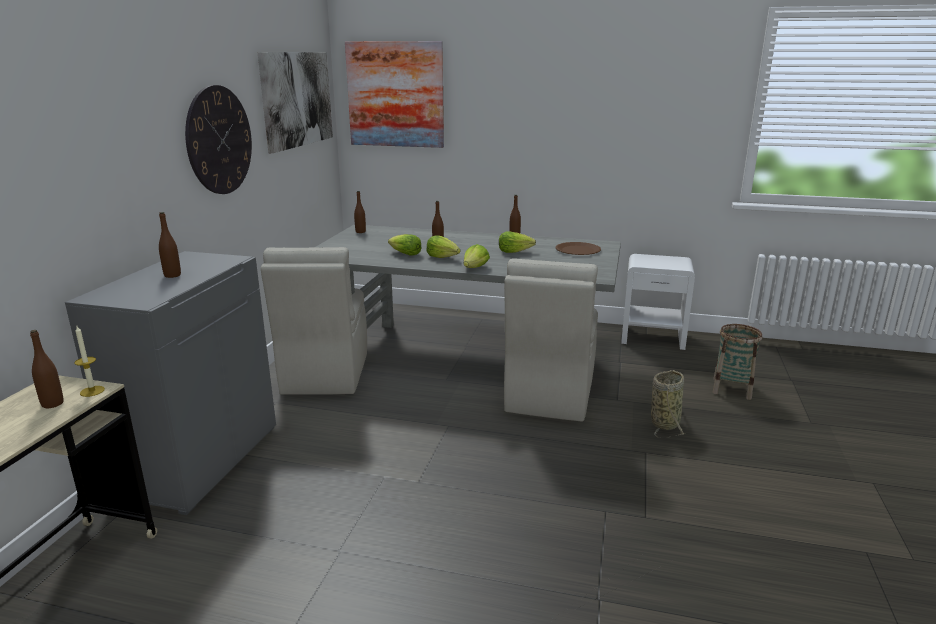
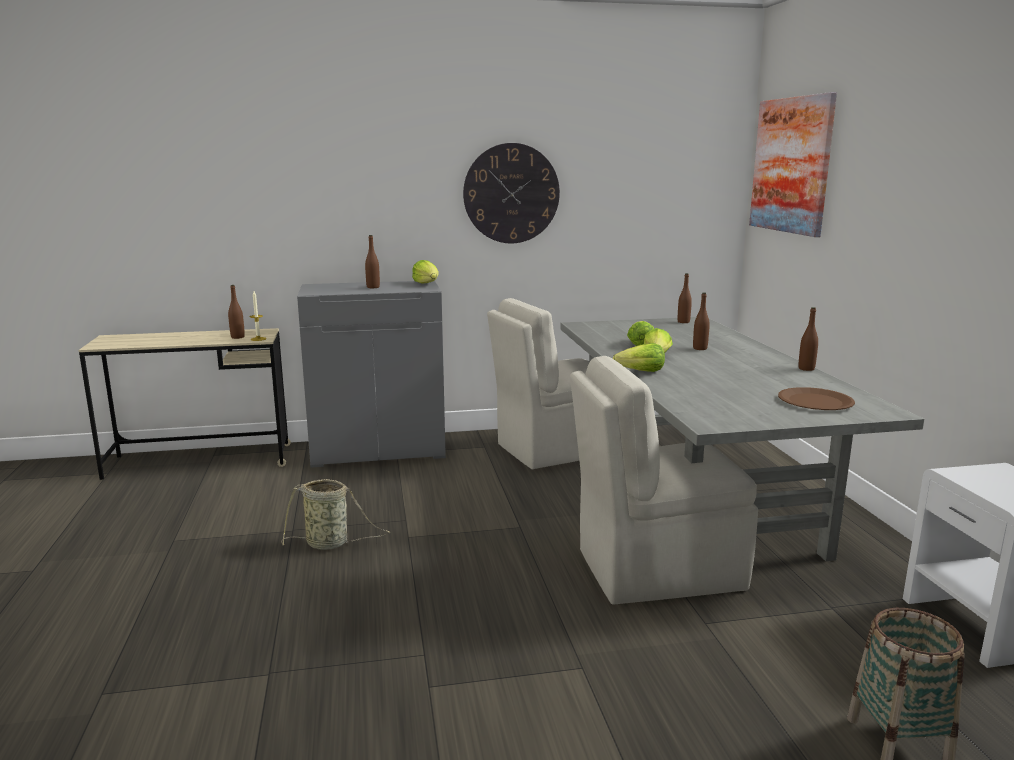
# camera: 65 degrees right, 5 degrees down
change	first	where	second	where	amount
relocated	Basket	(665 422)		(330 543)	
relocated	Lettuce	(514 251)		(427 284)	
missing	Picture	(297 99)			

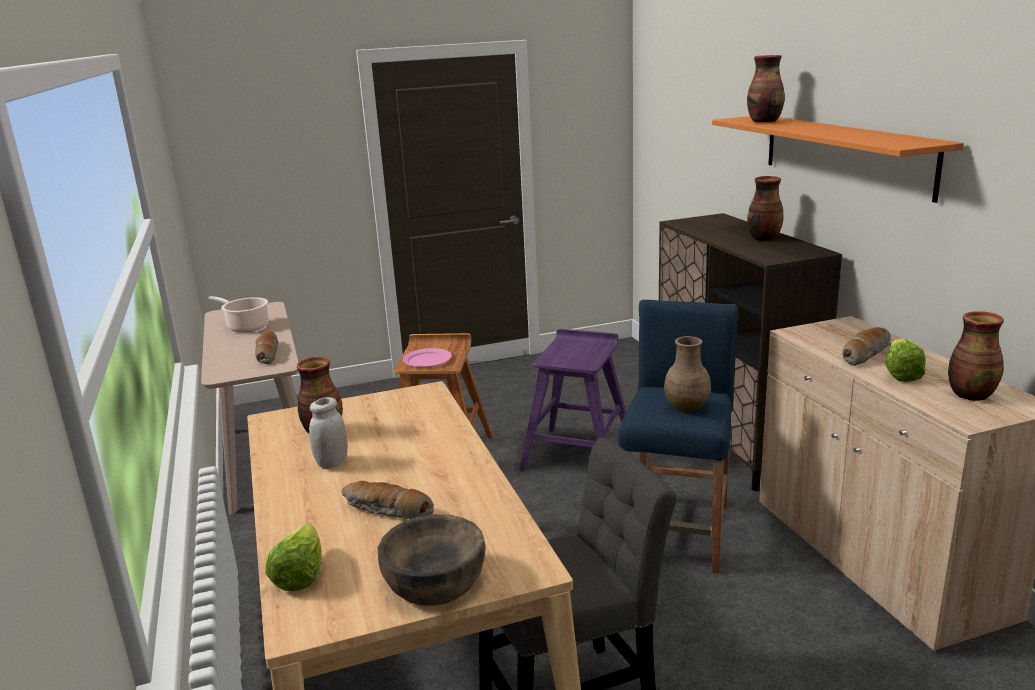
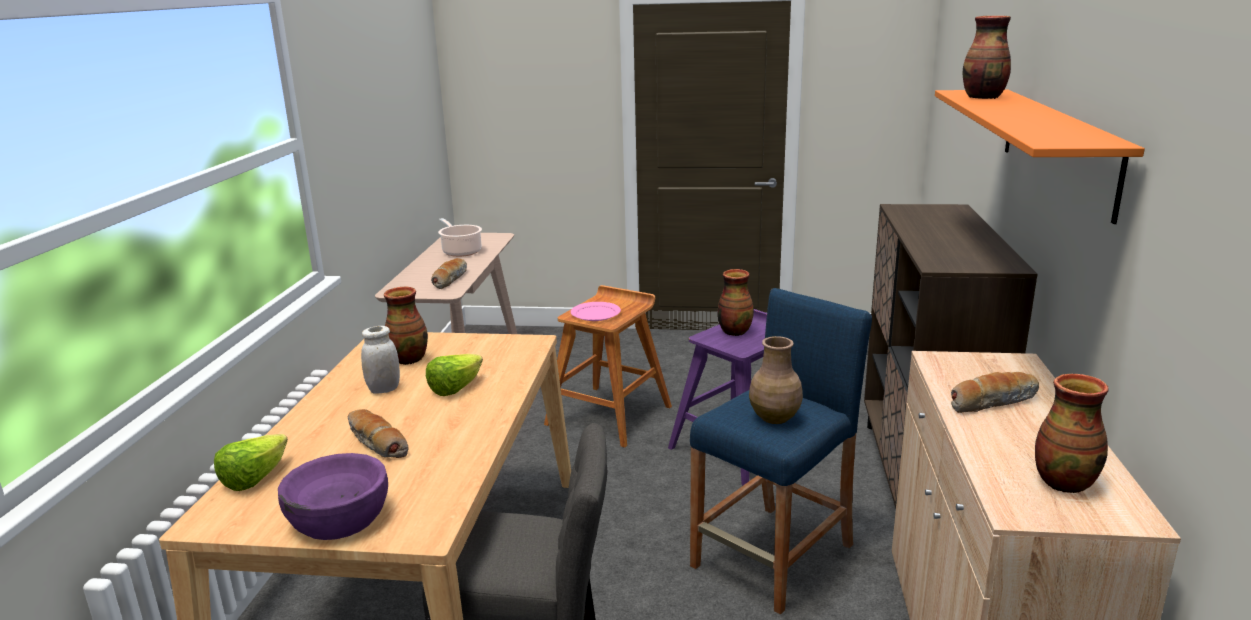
# camera: 25 degrees right, 0 degrees up
change	first	where	second	where	amount
colour	BrownBowl	(435 581)	PurpleBowl	(339 518)	
relocated	Lettuce	(900 374)		(455 388)	
relocated	Vase	(763 238)		(734 331)	

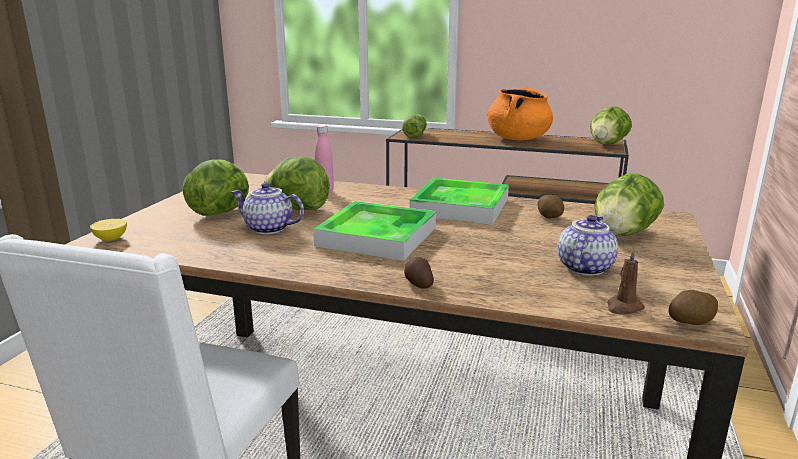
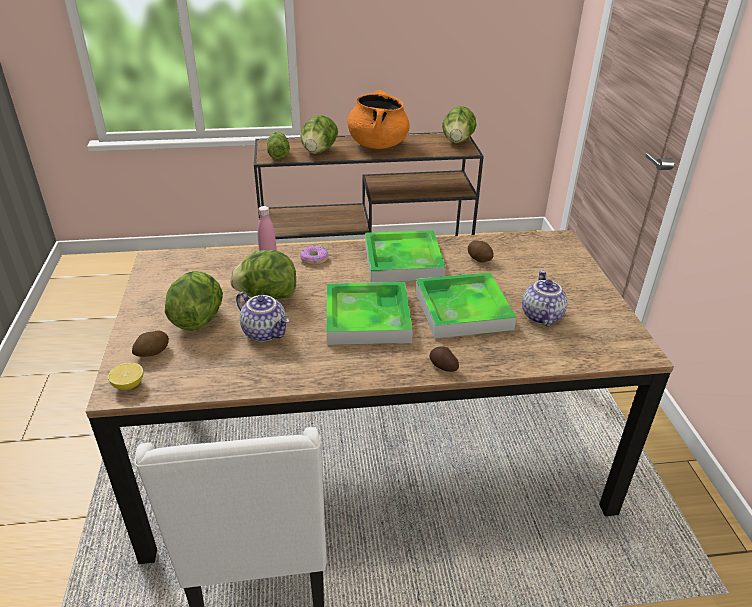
# camera: 25 degrees left, 15 degrees up
change	first	where	second	where	amount
relocated	Potato	(690 322)		(152 353)	
spun	Teapot	(268 229)		(266 332)	135 degrees counterclockwise
relocated	Lettuce	(623 234)		(319 151)	
appeared			Donut	(314 259)	
appeared			Tray	(463 310)	
missing	BrownCandle	(623 307)			

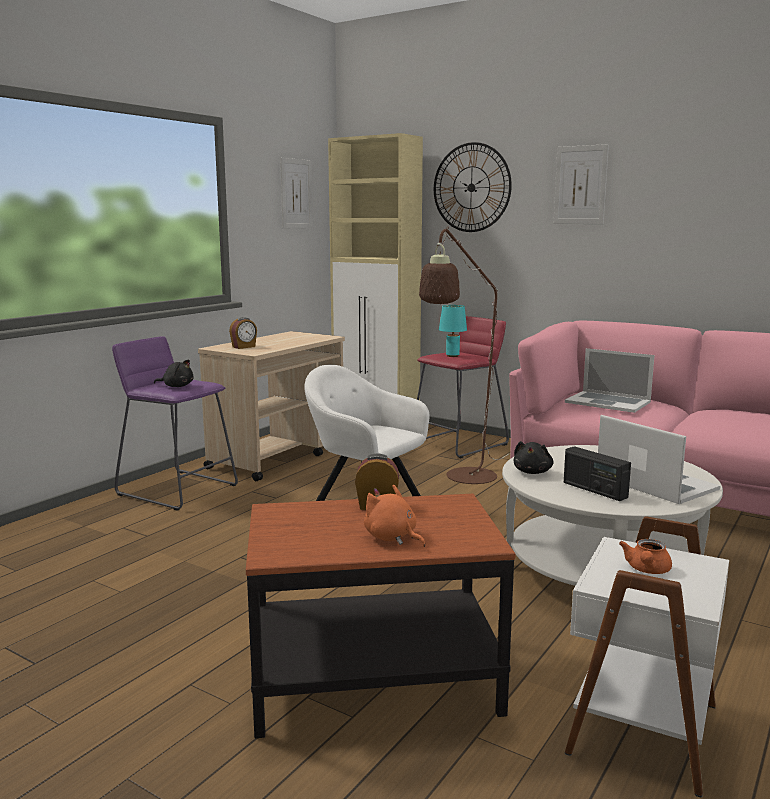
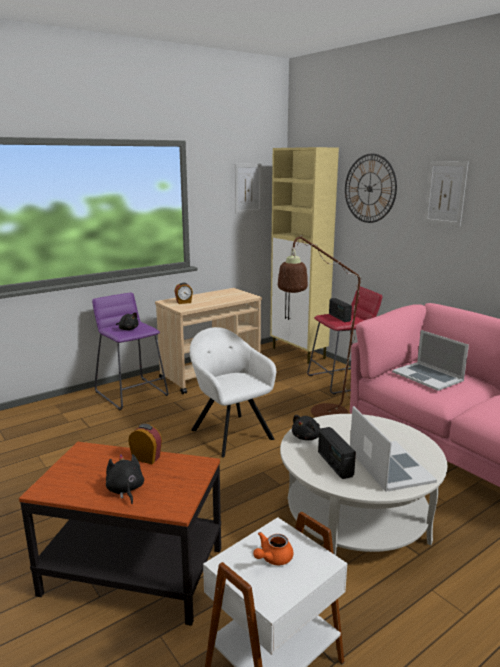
# camera: 20 degrees right, 5 degrees up
change	first	where	second	where	amount
colour	OrangePlushToy	(392 538)	BlackPlushToy	(125 490)	
exchanged	TurquoiseTableLamp	(452 356)	Radio	(339 317)	

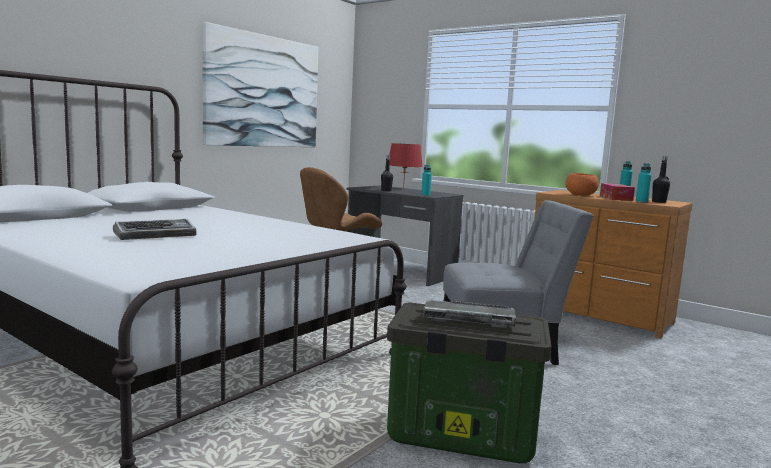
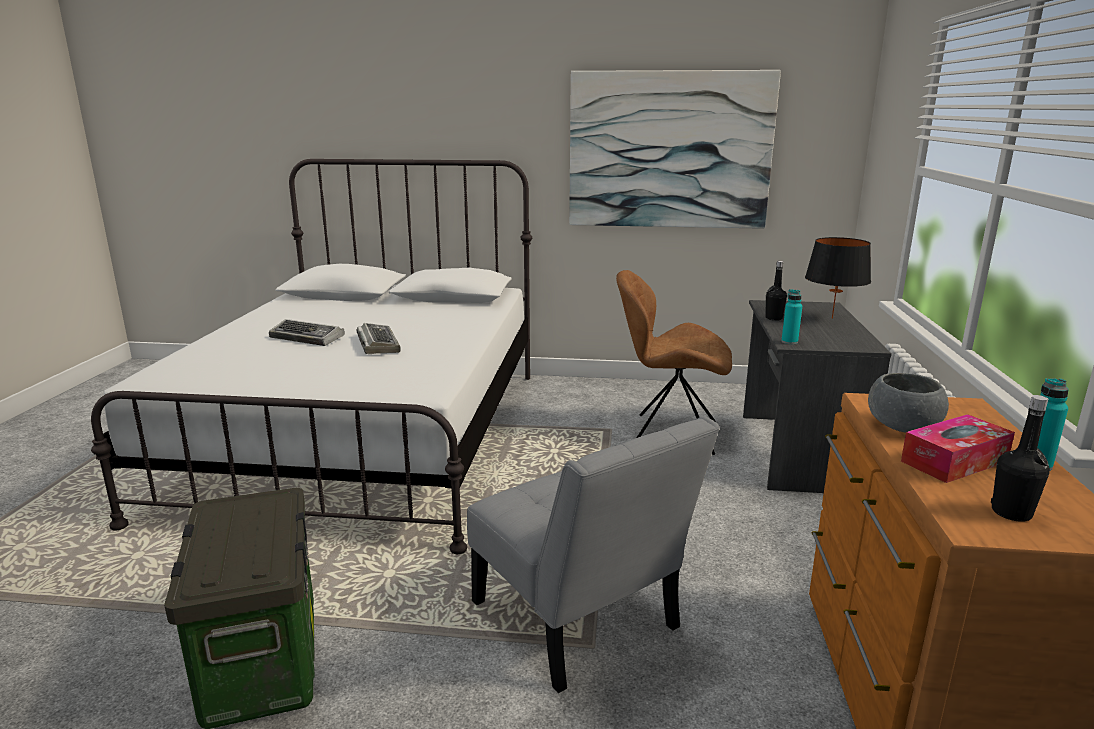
# camera: 60 degrees right, 10 degrees up
change	first	where	second	where	amount
relocated	Keyboard	(467 319)		(377 344)	
colour	RedTableLamp	(403 189)	BlackTableLamp	(832 318)	
colour	OrangeBowl	(580 195)	GreyBowl	(902 427)	
missing	TurquoiseBottle	(641 202)			

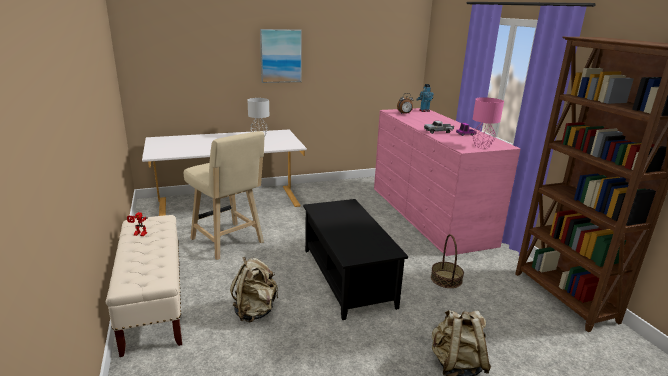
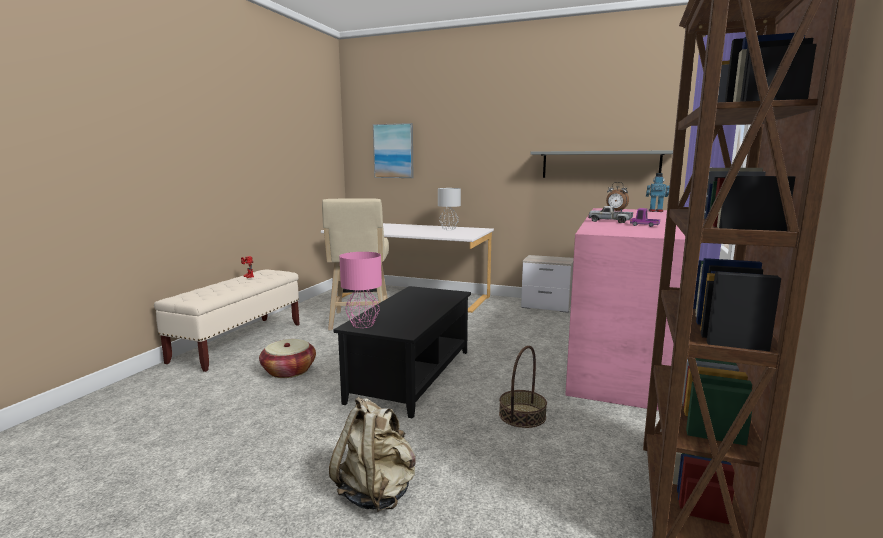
# camera: 40 degrees right, 10 degrees down
change	first	where	second	where	amount
exchanged	BeigeBackpack	(255 311)	Basket	(289 371)	
relocated	PinkTableLamp	(481 146)		(363 324)	
relocated	Picture	(281 56)		(393 151)	
appeared			Nightstand	(547 306)	
appeared			GreyShelf	(600 165)	

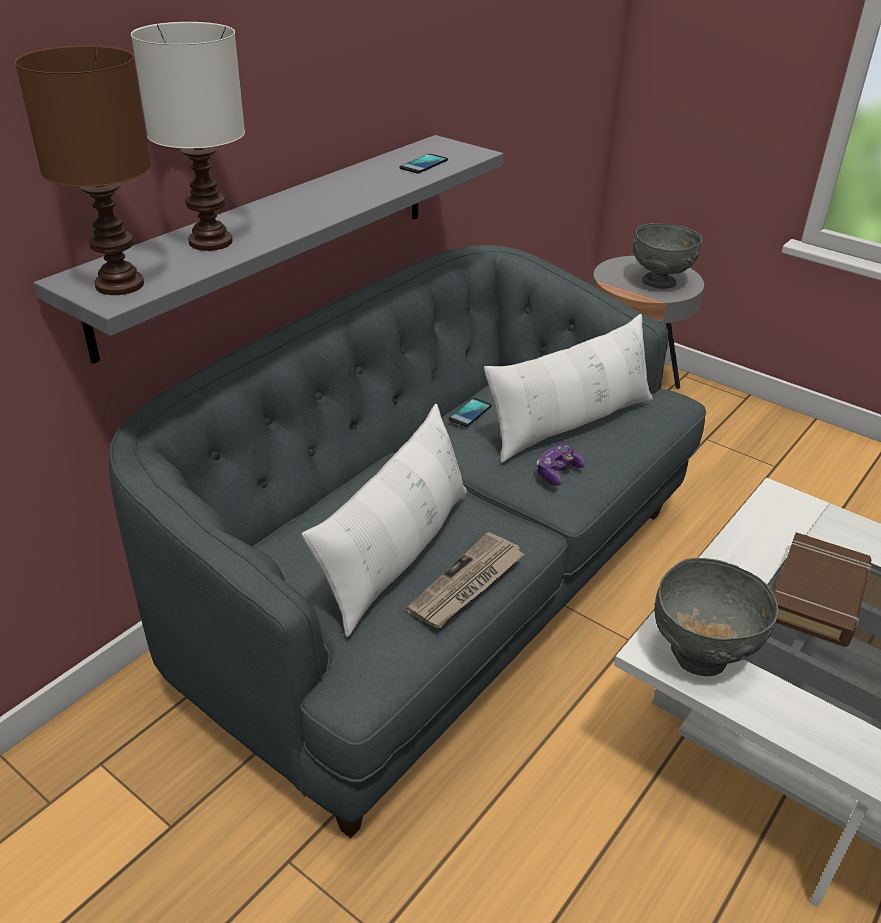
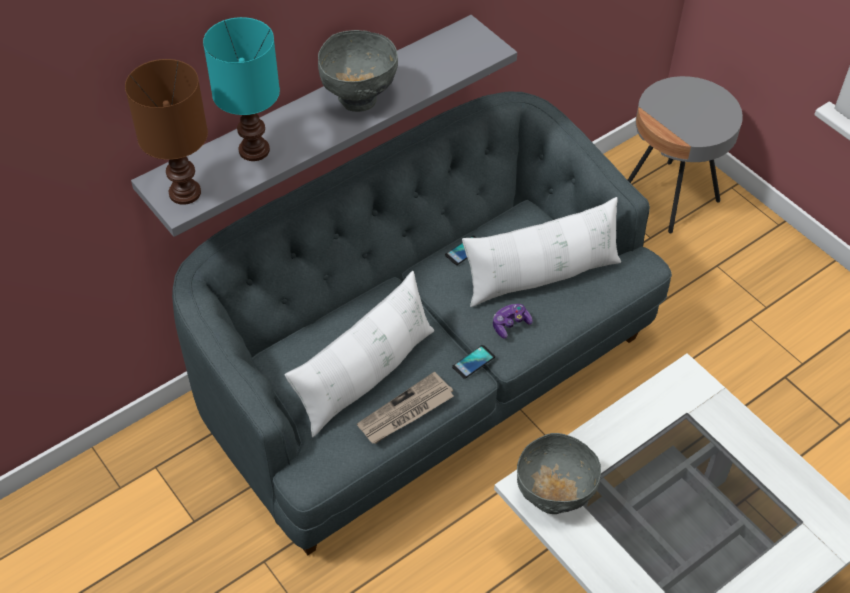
# camera: 15 degrees right, 15 degrees up
change	first	where	second	where	amount
colour	WhiteTableLamp	(208 242)	TurquoiseTableLamp	(252 150)	
relocated	GreyBowl	(659 283)		(358 100)	
relocated	Phone	(424 164)		(473 362)	
missing	BrownBook	(817 595)			

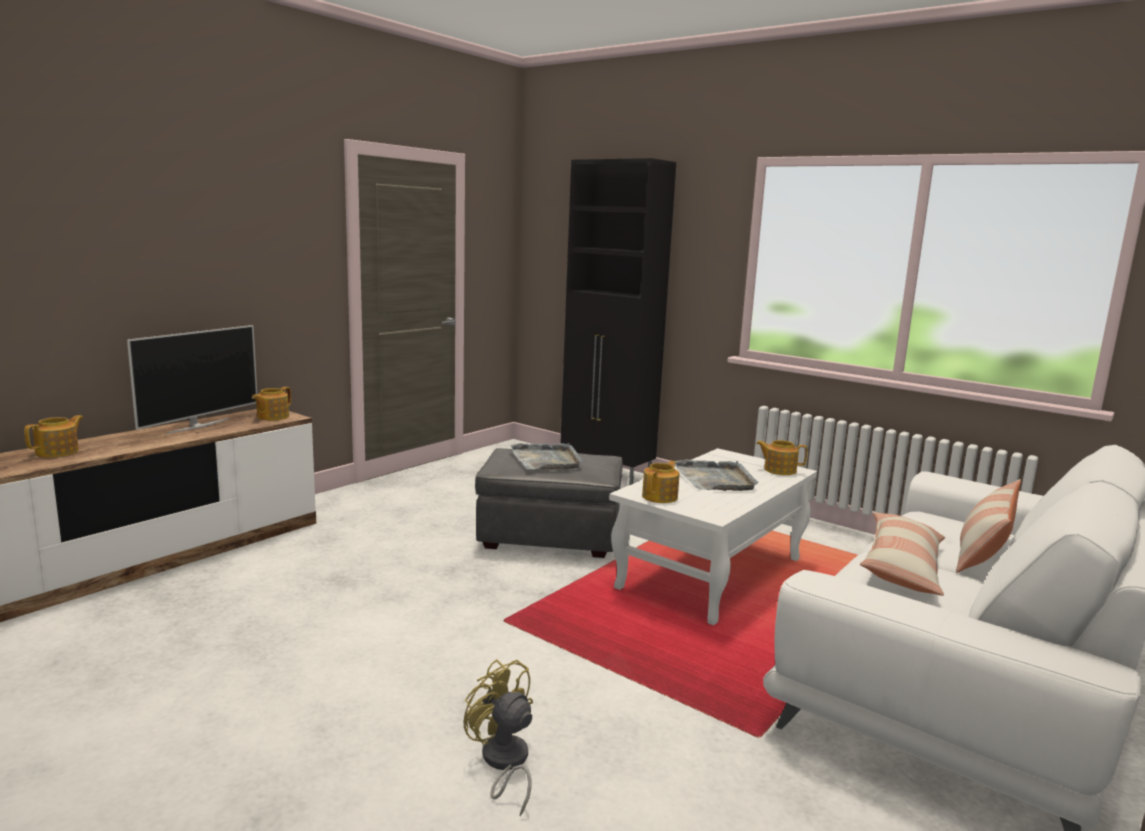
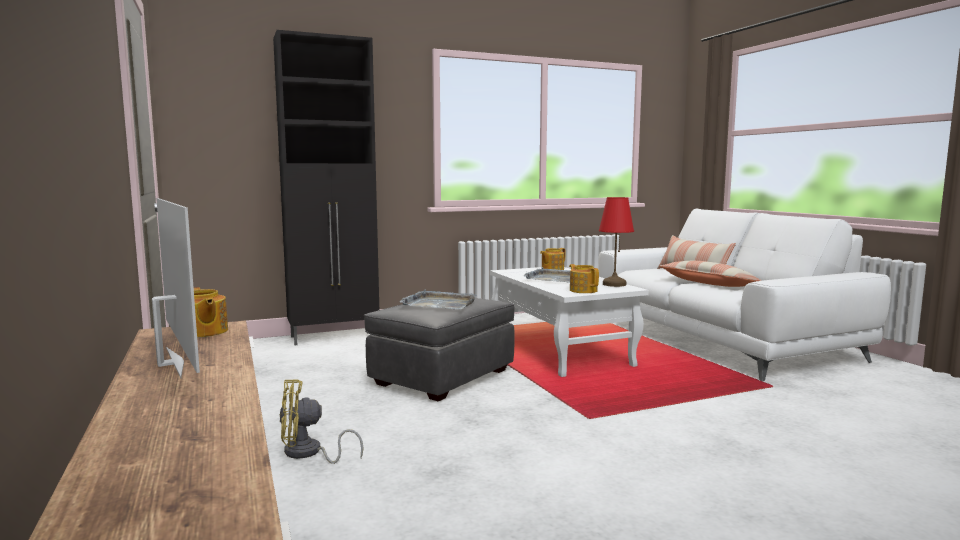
# camera: 60 degrees left, 5 degrees down
change	first	where	second	where	amount
relocated	YellowFan	(503 763)		(308 453)	
appeared			RedTableLamp	(614 284)	
missing	Teapot	(58 452)			

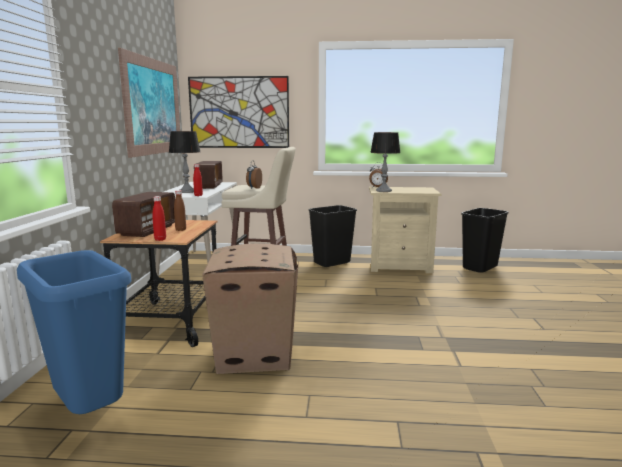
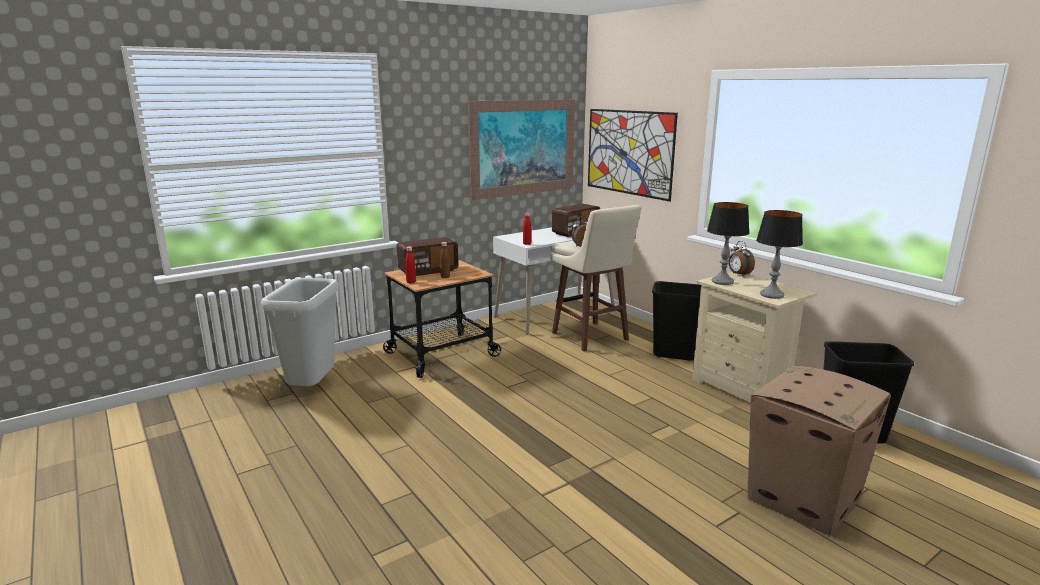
# camera: 50 degrees right, 5 degrees up
change	first	where	second	where	amount
colour	BlueTrashCan	(88 413)	GreyTrashCan	(311 389)	
relocated	CardboardBox	(255 354)		(804 498)	
relocated	TableLamp	(187 191)		(772 295)	

